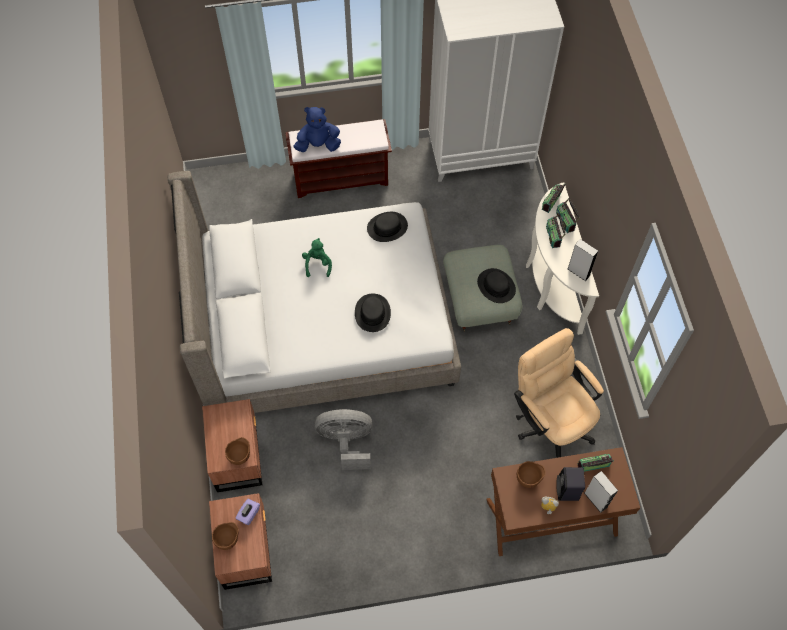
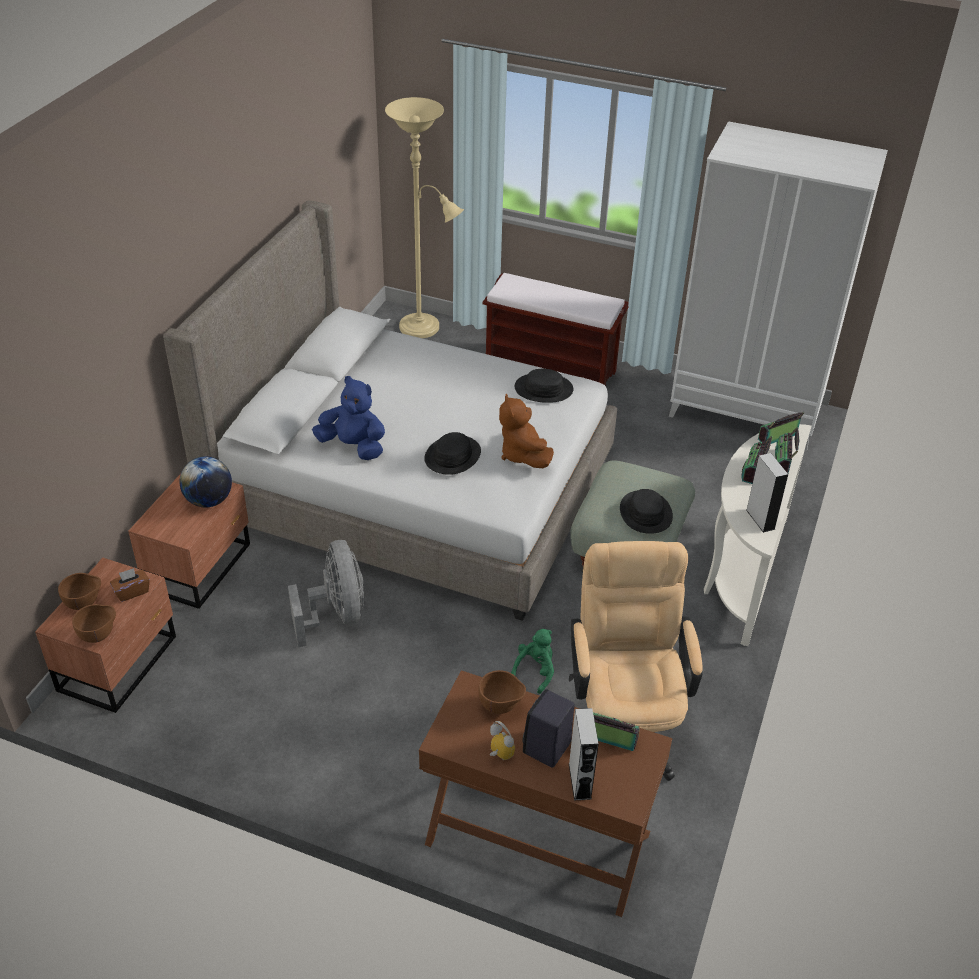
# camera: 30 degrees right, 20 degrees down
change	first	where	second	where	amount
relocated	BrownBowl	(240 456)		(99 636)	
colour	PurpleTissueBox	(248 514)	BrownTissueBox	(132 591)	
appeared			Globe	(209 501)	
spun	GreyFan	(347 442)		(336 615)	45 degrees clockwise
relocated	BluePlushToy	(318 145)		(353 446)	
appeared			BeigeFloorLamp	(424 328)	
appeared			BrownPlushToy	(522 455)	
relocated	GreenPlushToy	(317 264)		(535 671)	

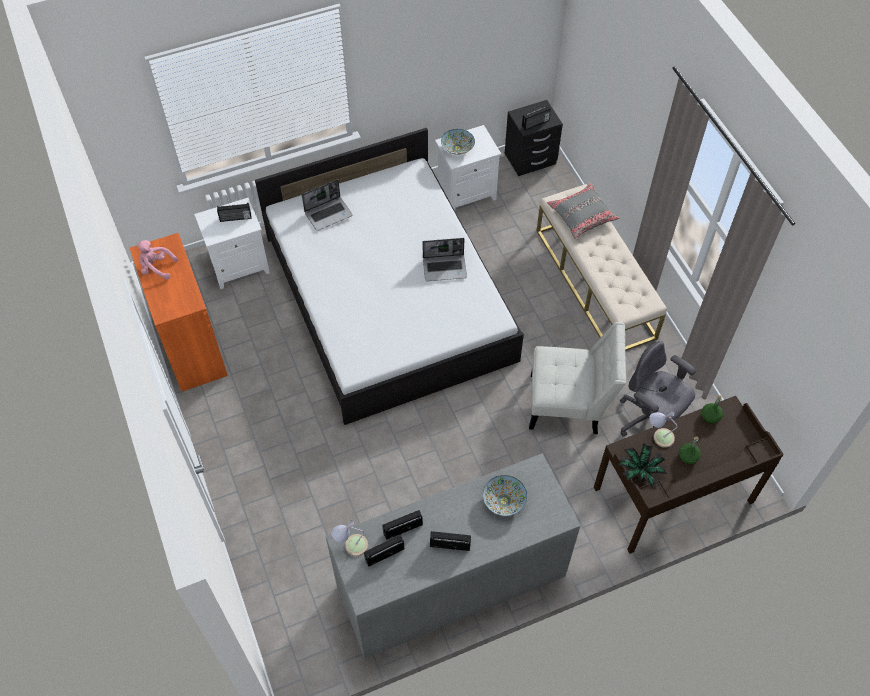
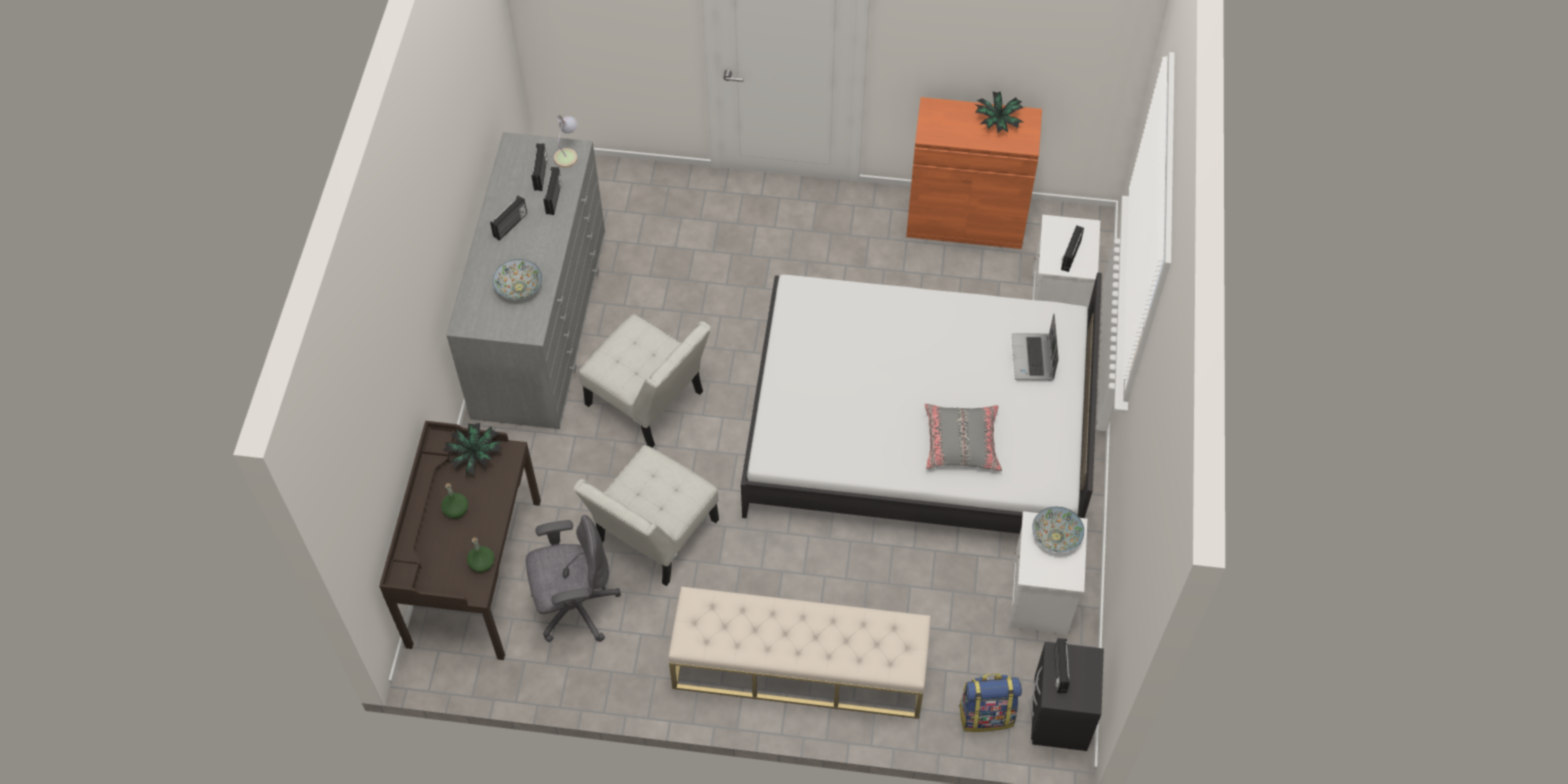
# camera: 120 degrees right, 0 degrees up
change	first	where	second	where	amount
appeared			WhiteChair	(649 402)	
relocated	GreyPillow	(582 215)		(961 443)	
appeared			Backpack	(986 714)	
exchanged	PinkPlushToy	(156 268)	PottedPlant	(997 121)	
missing	Laptop	(445 268)			
missing	TableLamp	(659 437)			

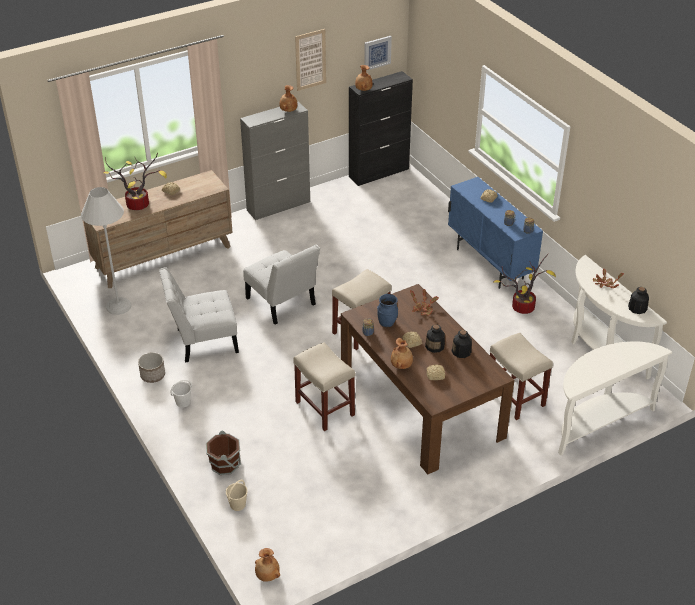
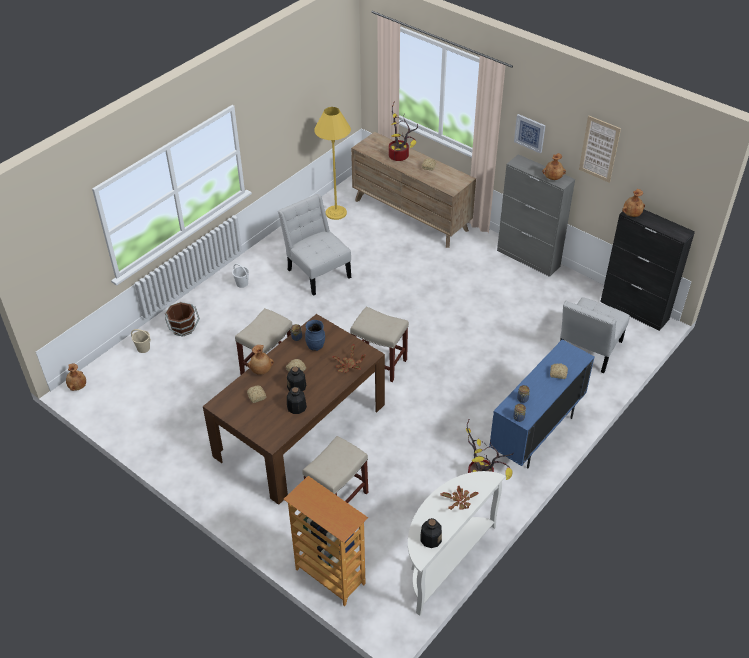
# camera: 70 degrees right, 5 degrees up
change	first	where	second	where	amount
exchanged	WhiteConsoleTable	(597 422)	Bookcase	(329 577)	
colour	WhiteFloorLamp	(118 306)	YellowFloorLamp	(336 213)	
relocated	Picture	(377 52)		(530 133)	
relocated	WhiteChair	(282 304)		(588 350)	
missing	Planter	(152 375)			

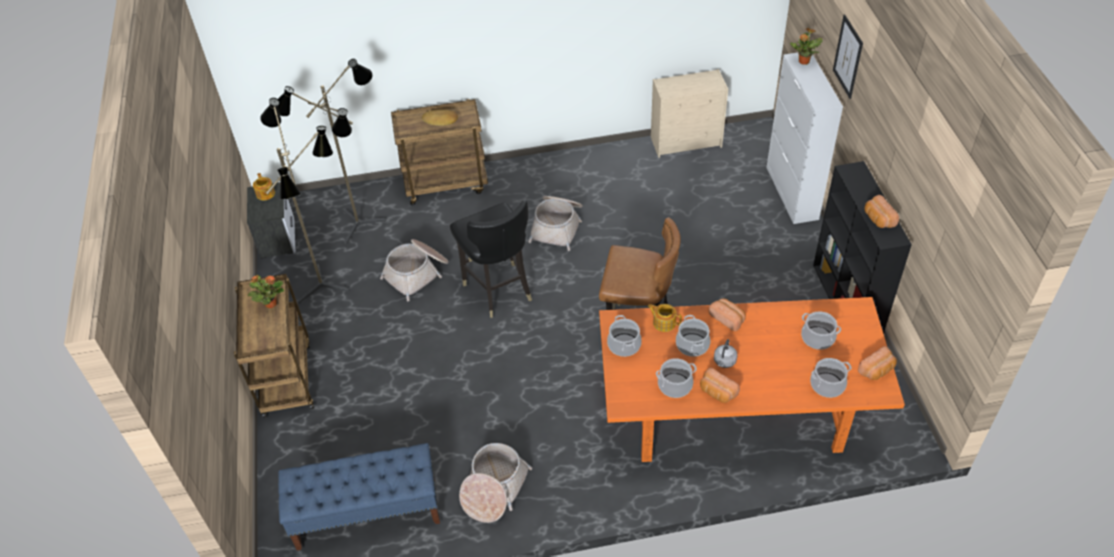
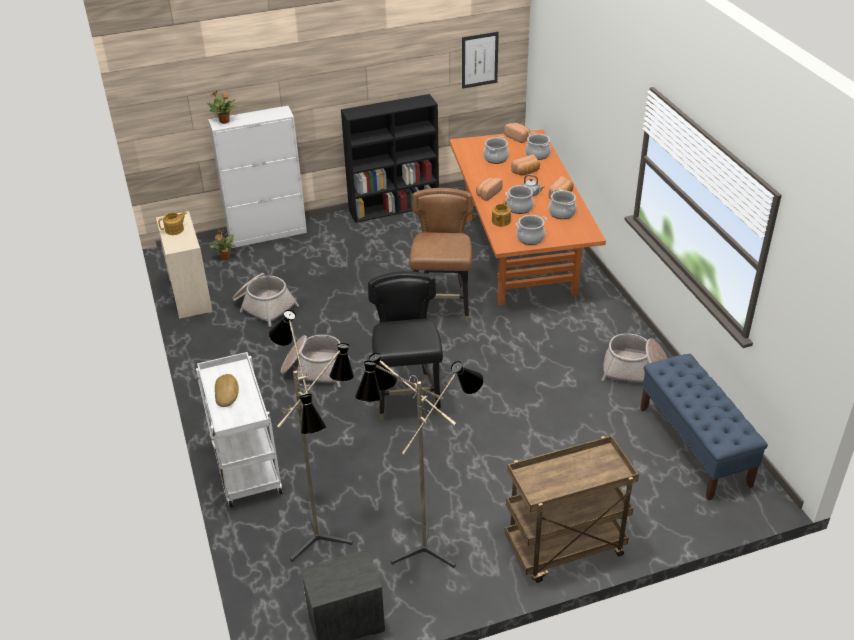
# camera: 100 degrees left, 10 degrees down
change	first	where	second	where	amount
relocated	Teapot	(265 194)		(175 230)	
colour	BrownCart	(446 184)	WhiteCart	(245 468)	
relocated	PottedPlant	(270 303)		(225 257)	
relocated	Basket	(417 273)		(264 306)	
spun	BlackChair	(498 290)		(408 400)	60 degrees counterclockwise
relocated	Picture	(848 57)		(479 60)	
relocated	Bread	(878 219)		(526 172)	

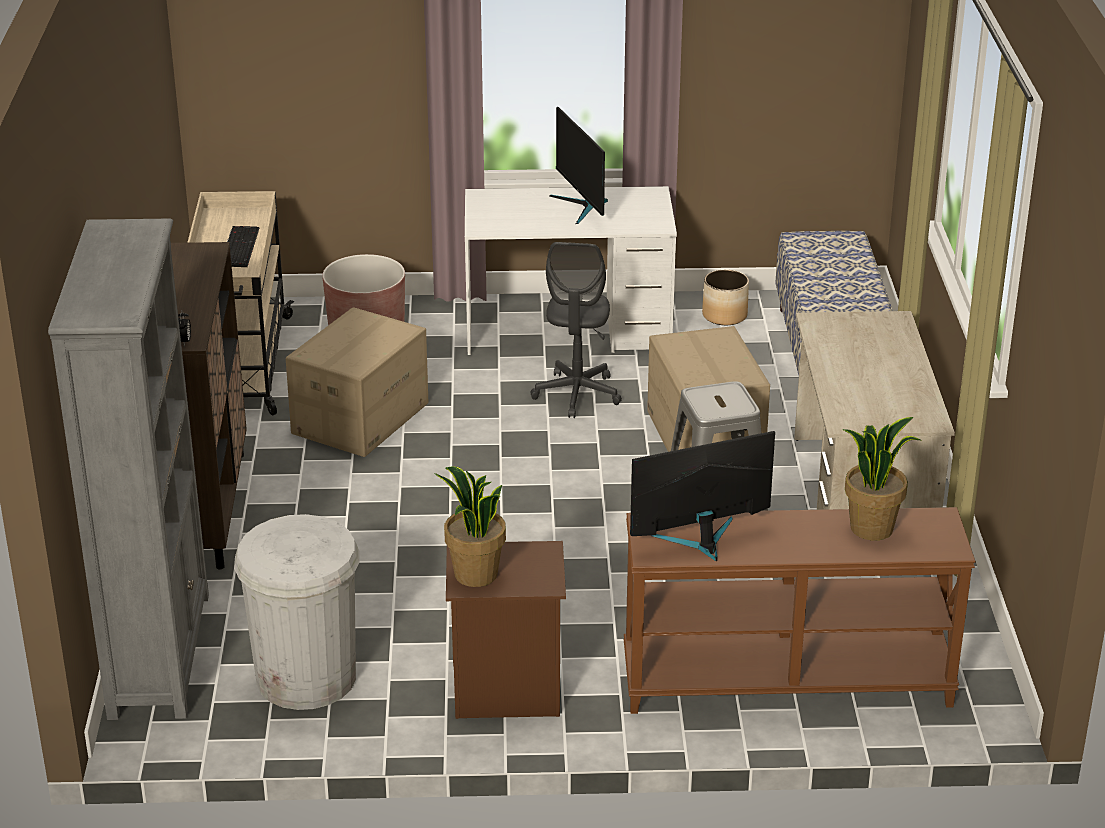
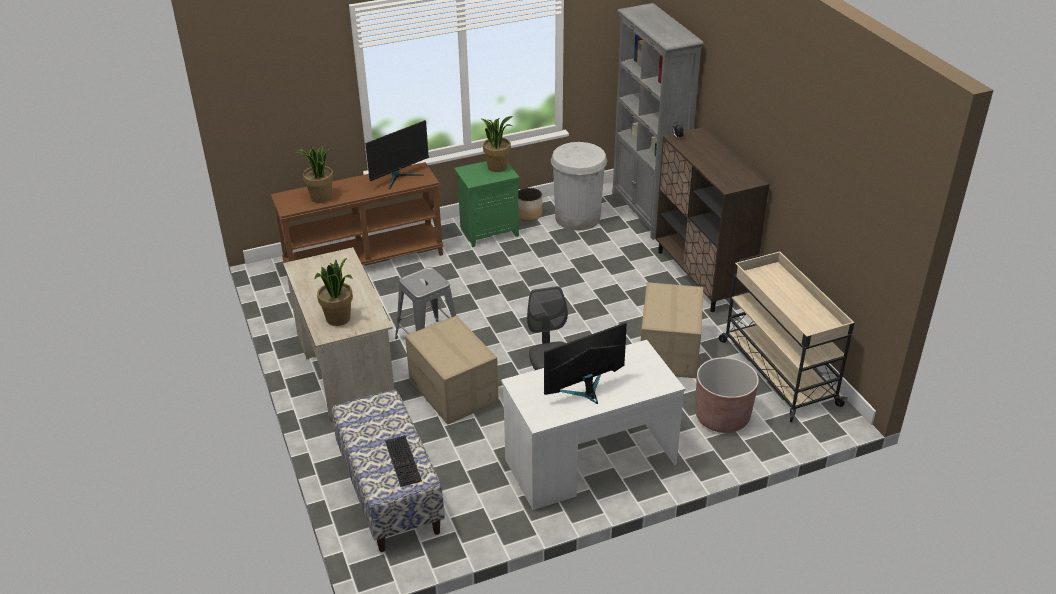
# camera: 160 degrees right, 5 degrees up
change	first	where	second	where	amount
appeared			PottedPlant	(338 318)	
relocated	Keyboard	(238 247)		(404 461)	
colour	BrownNightstand	(505 691)	GreenNightstand	(489 231)	
relocated	Planter	(724 316)		(529 214)	
spun	Monitor	(582 206)		(585 390)	75 degrees counterclockwise

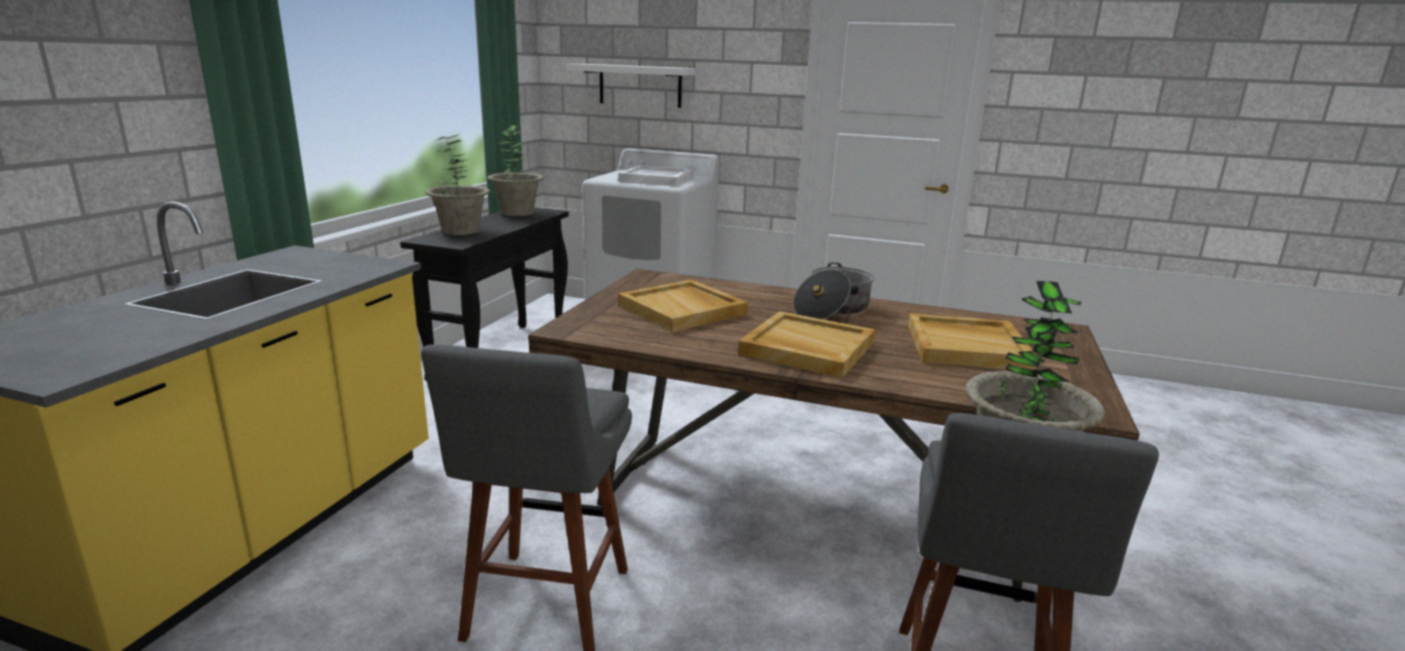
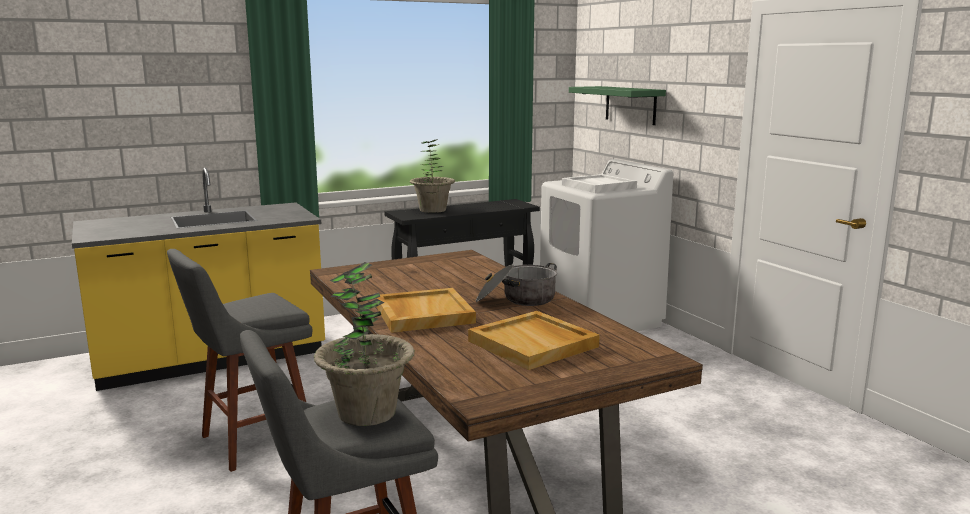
# camera: 45 degrees right, 5 degrees down
change	first	where	second	where	amount
colour	WhiteShelf	(640 85)	GreenShelf	(630 105)	
missing	PottedPlant	(517 213)			
missing	BeigeTray	(683 310)			

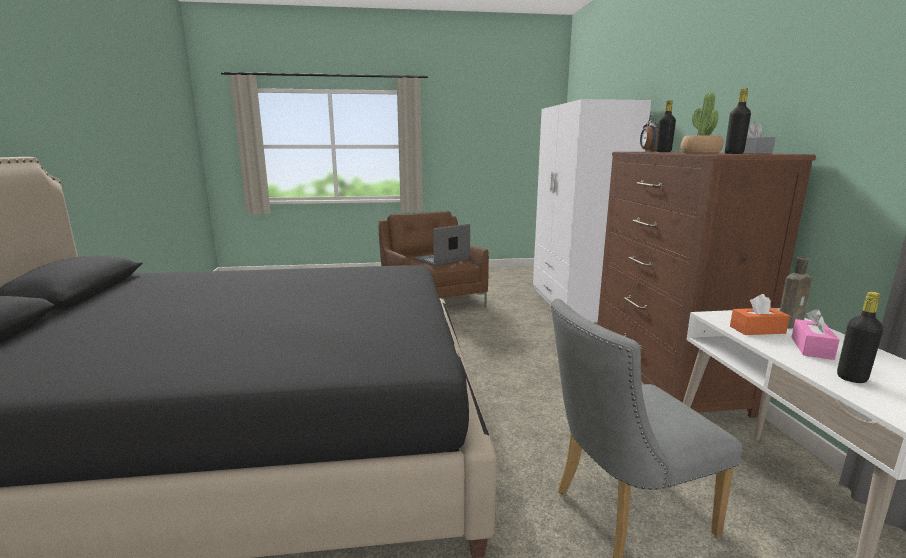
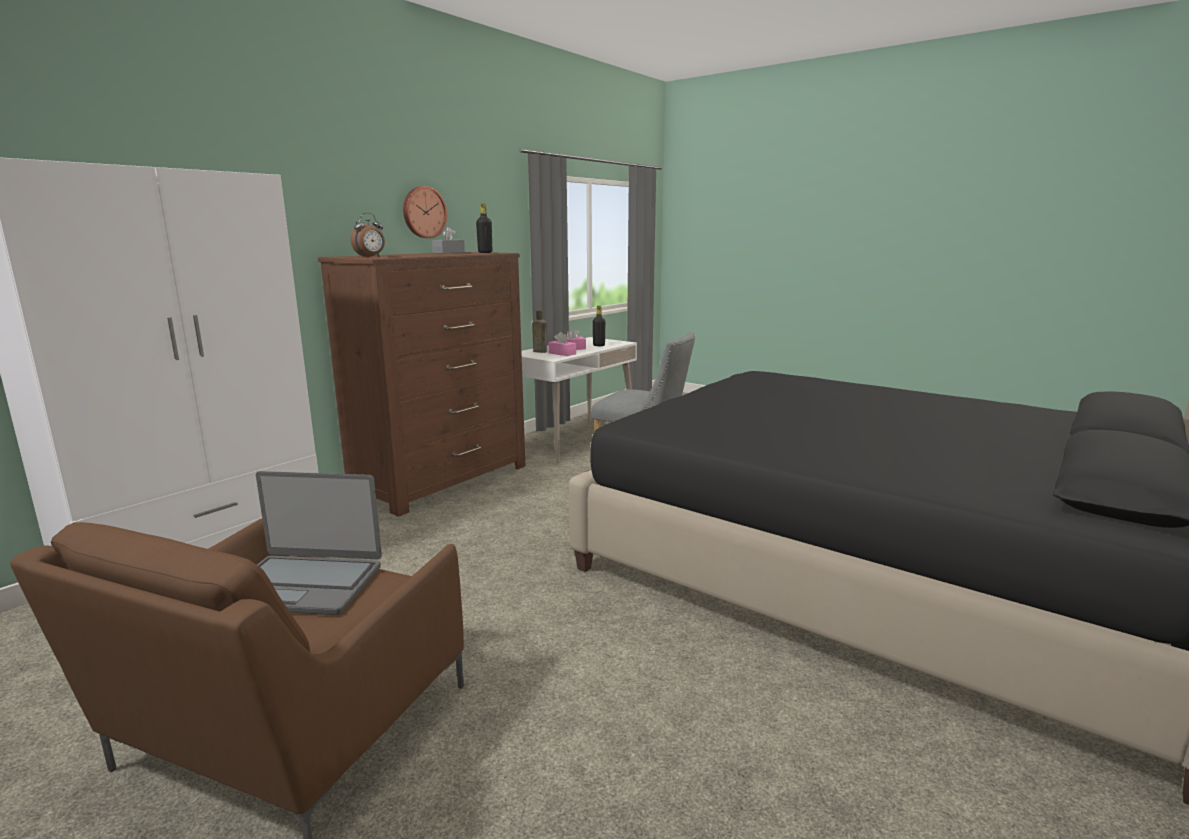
# camera: 135 degrees left, 0 degrees up
change	first	where	second	where	amount
appeared			WallClock	(423 212)	
colour	OrangeTissueBox	(757 330)	PinkTissueBox	(562 353)	
missing	BlackBottle	(663 152)			
missing	PottedPlant	(700 153)			

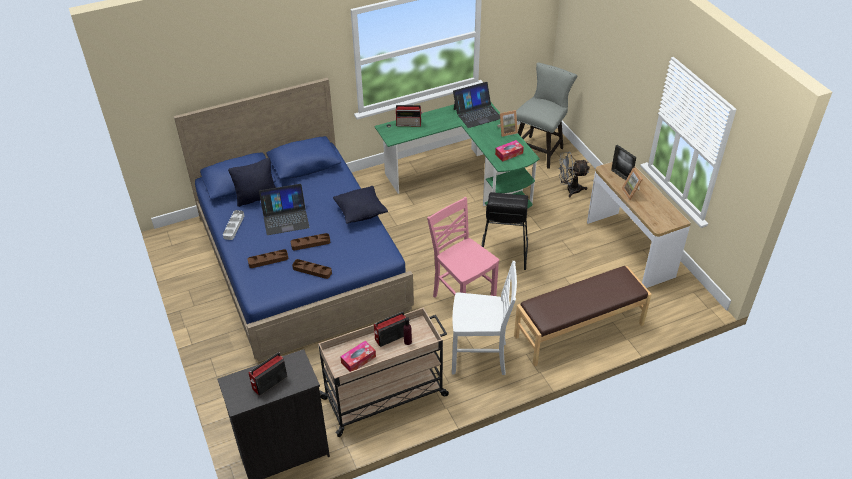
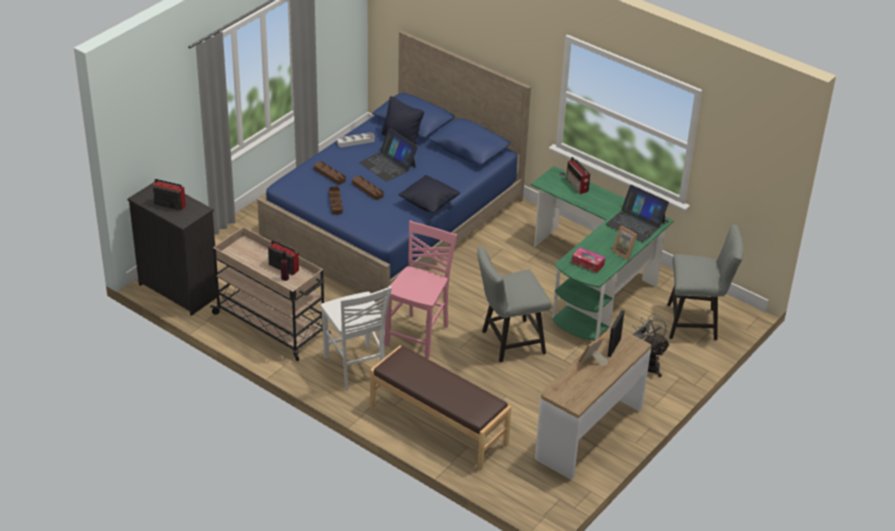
# camera: 60 degrees right, 5 degrees down
change	first	where	second	where	amount
exchanged	BlackStool	(503 252)	GreyChair	(508 342)	
missing	TissueBox	(358 360)			

